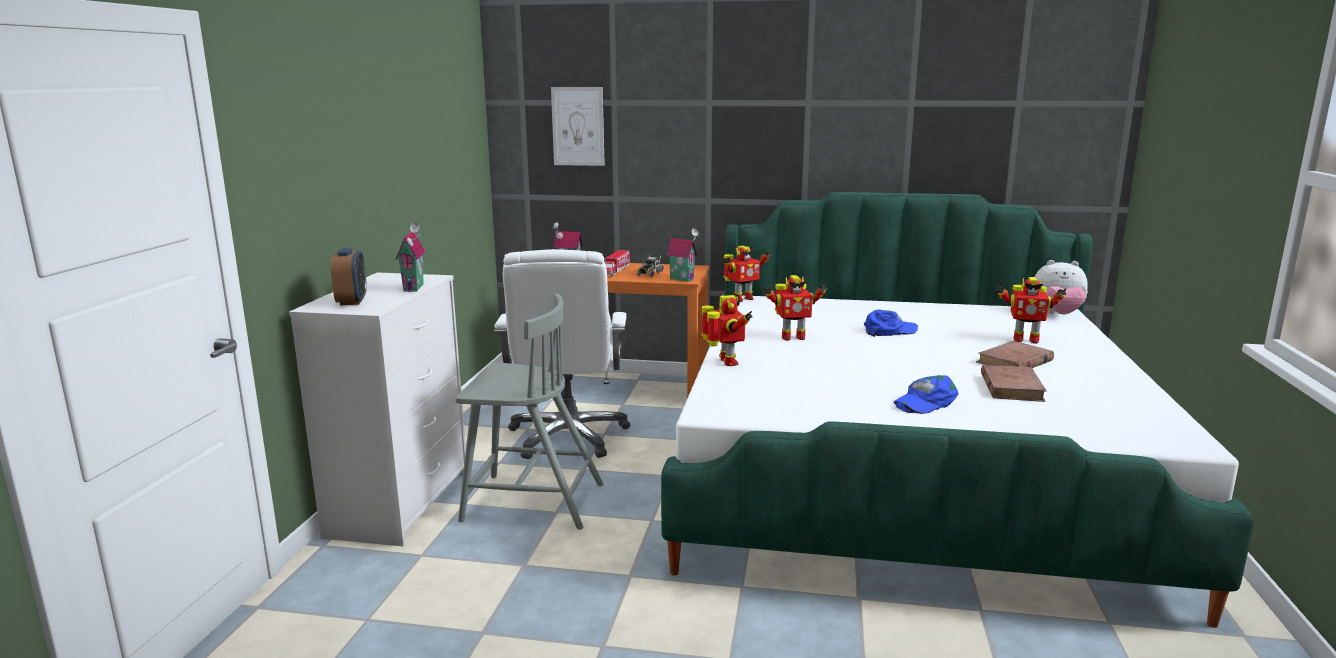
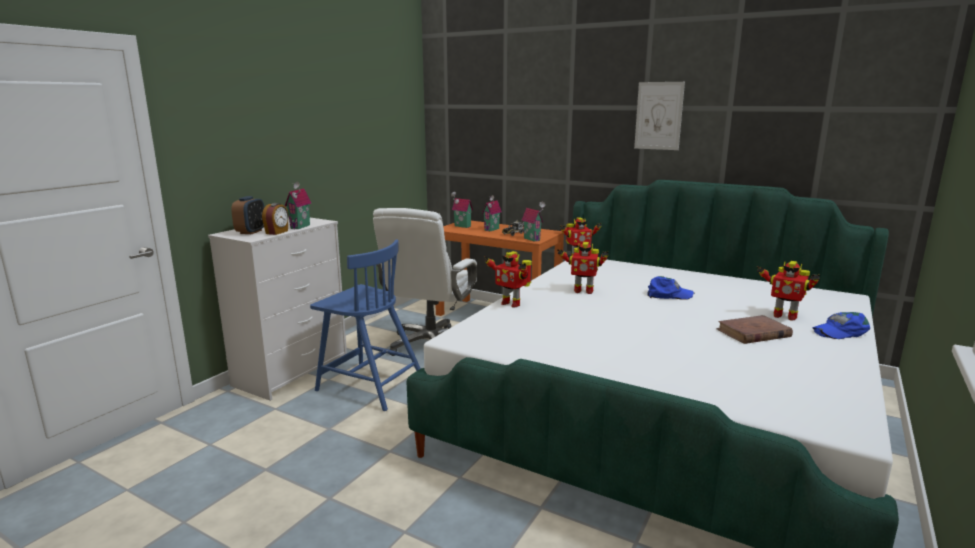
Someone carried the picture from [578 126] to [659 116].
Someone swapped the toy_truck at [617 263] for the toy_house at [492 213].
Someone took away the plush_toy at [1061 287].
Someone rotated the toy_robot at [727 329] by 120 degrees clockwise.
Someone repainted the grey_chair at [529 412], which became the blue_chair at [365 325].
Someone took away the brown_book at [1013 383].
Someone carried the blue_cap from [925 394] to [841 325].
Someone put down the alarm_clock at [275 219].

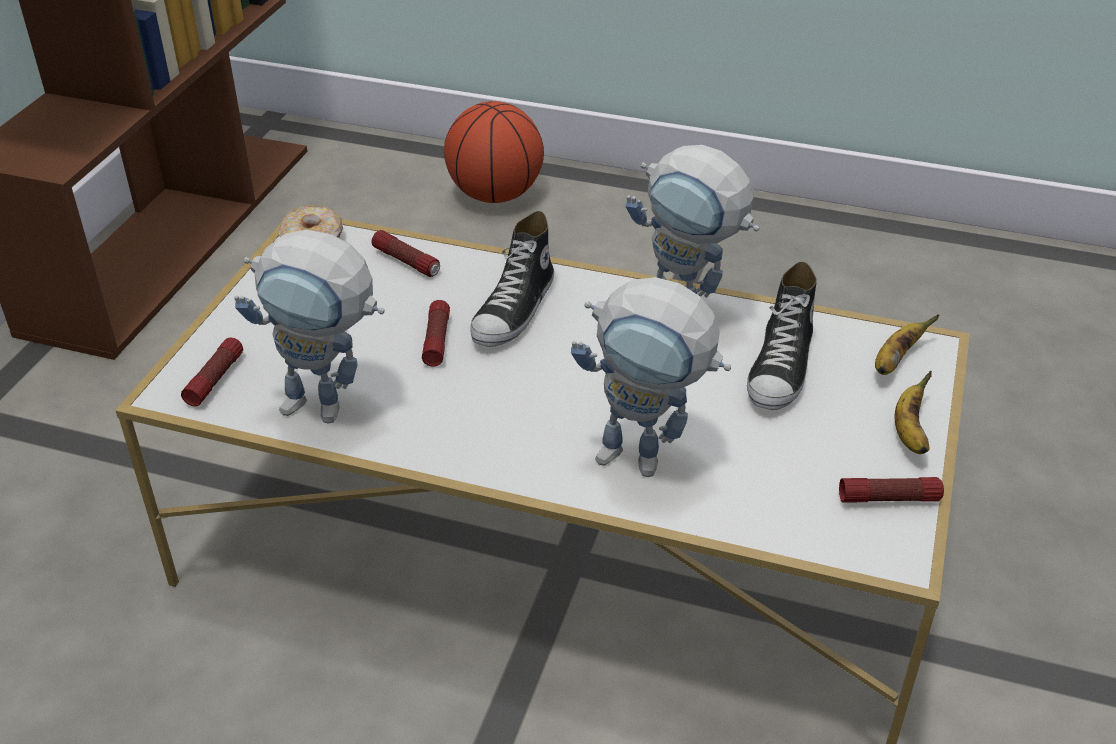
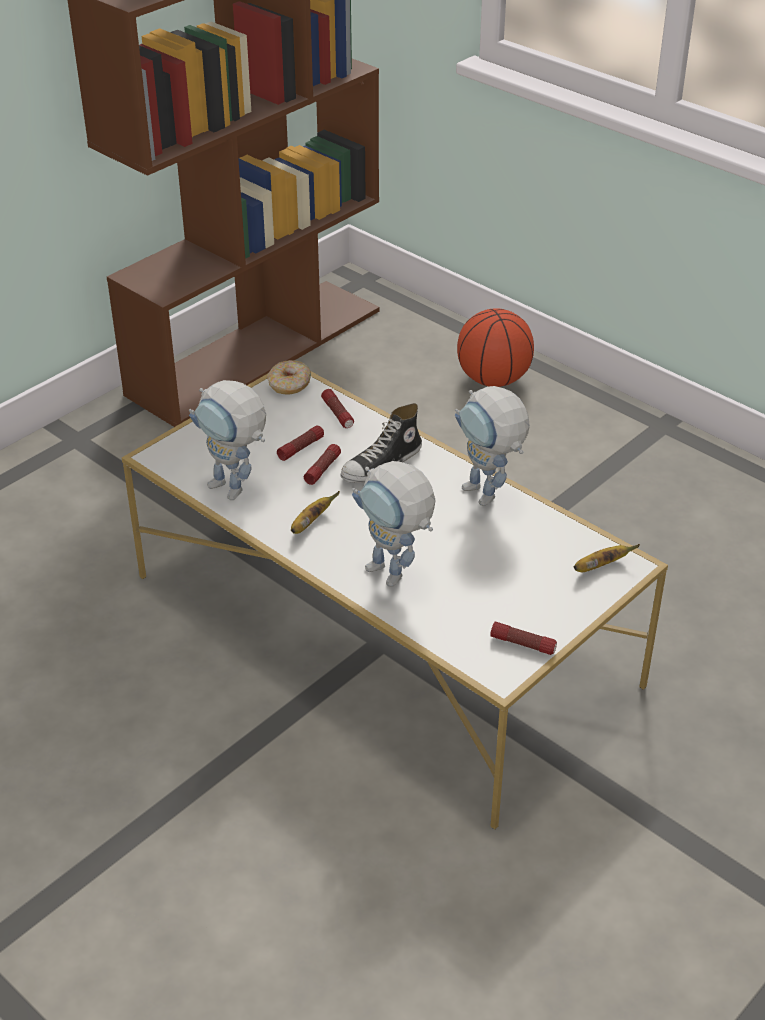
Someone took away the shoe at [782 336].
Someone carried the flashlight from [212 372] to [300 443].
Someone carried the banana from [913 412] to [315 512].

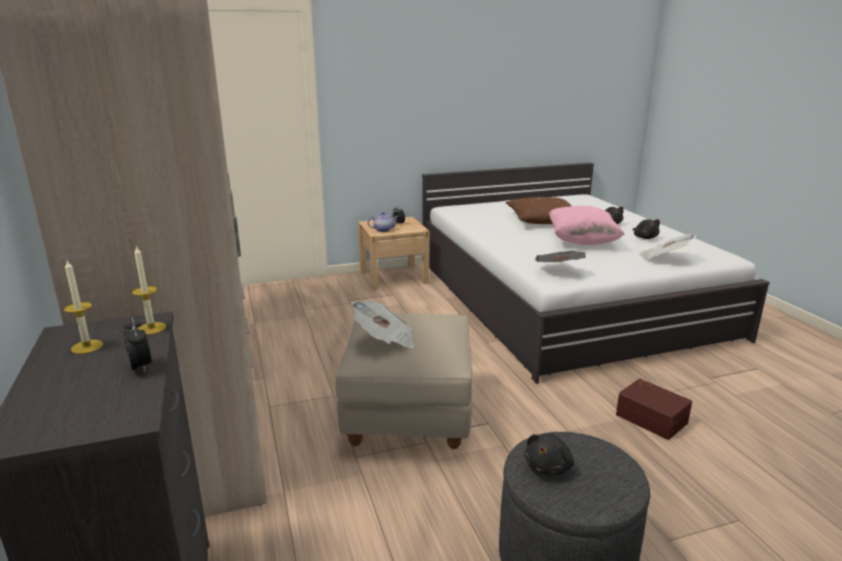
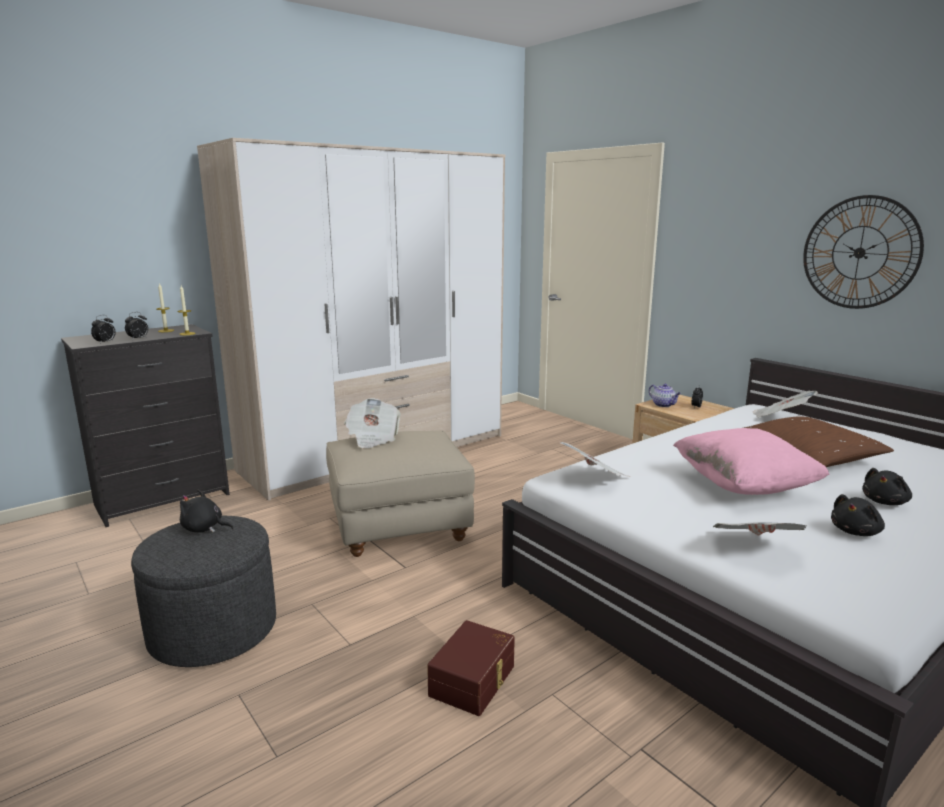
Someone put up the wall_clock at [863 252].
Someone put down the alarm_clock at [103 329].
Someone put down the newspaper at [785 404].

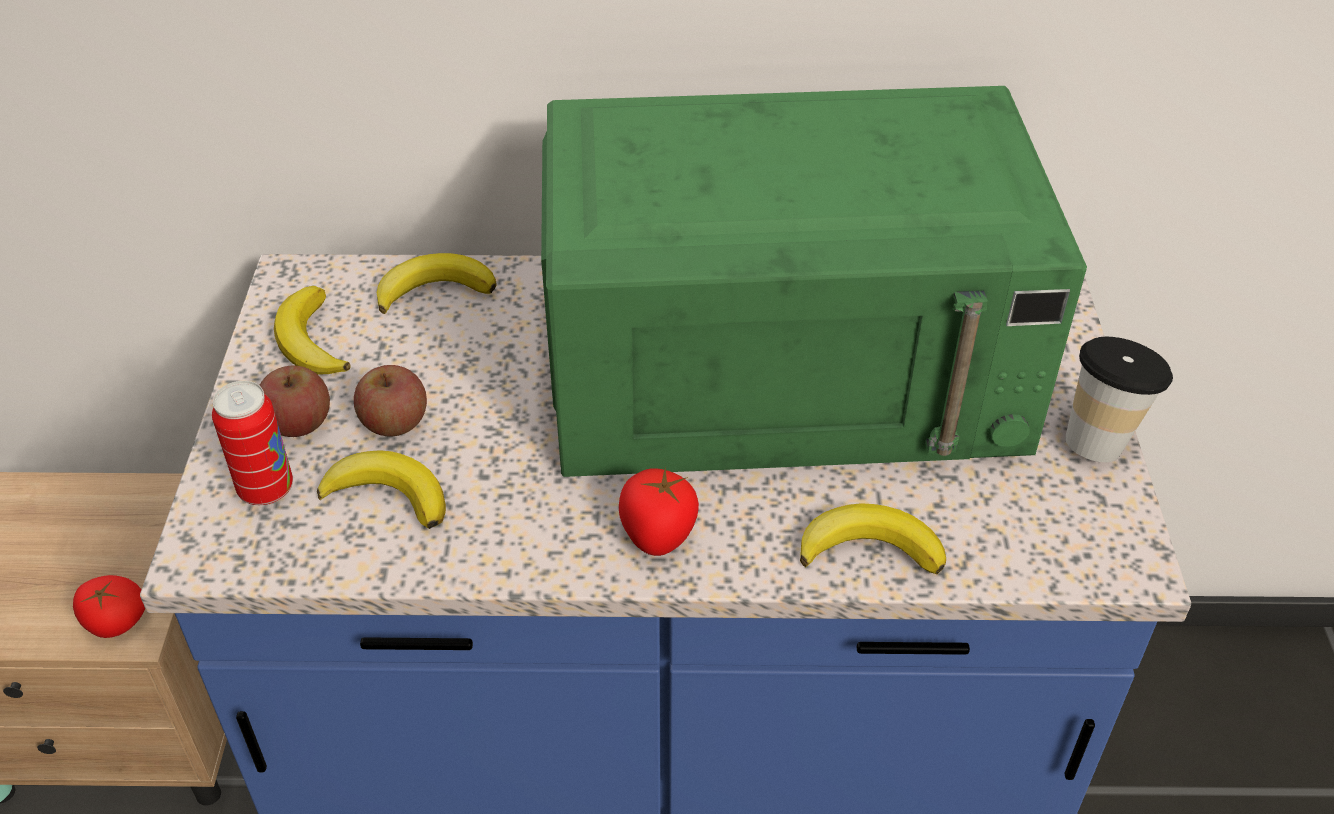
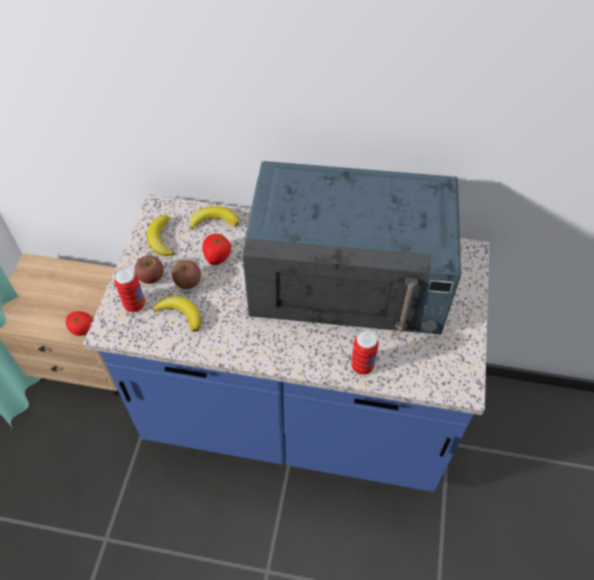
Someone repainted the green_microwave at [814 281], which became the blue_microwave at [351 248].
Someone took away the cup at [1119 399].
Someone carried the tomato from [659 511] to [216 249].
Someone swapped the banana at [873 538] for the can at [365 352].

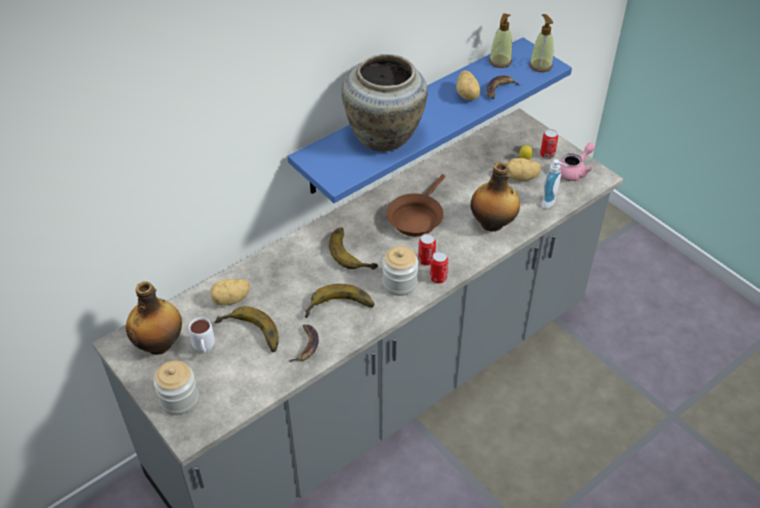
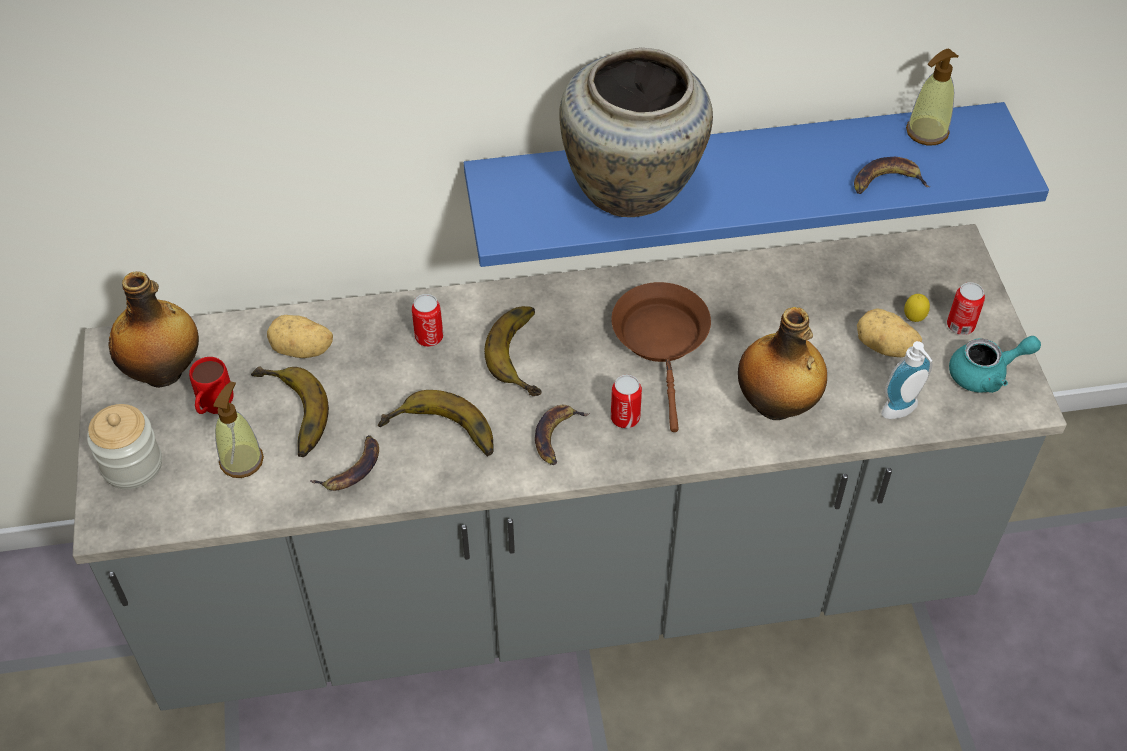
Someone carried the soap_dispenser from [541 43] to [238 429].
Someone took away the potato at [468 85].
Someone repainted the pink_teapot at [577 162], which became the turquoise_teapot at [995 364].
Someone rotated the brown_frying_pan at [416 205] by 120 degrees clockwise.
Someone swapped the jar at [400 271] for the banana at [562 435].
Someone carried the can from [439 267] to [427 320].
Someone repainted the white_mug at [201 335], which became the red_mug at [211 385].

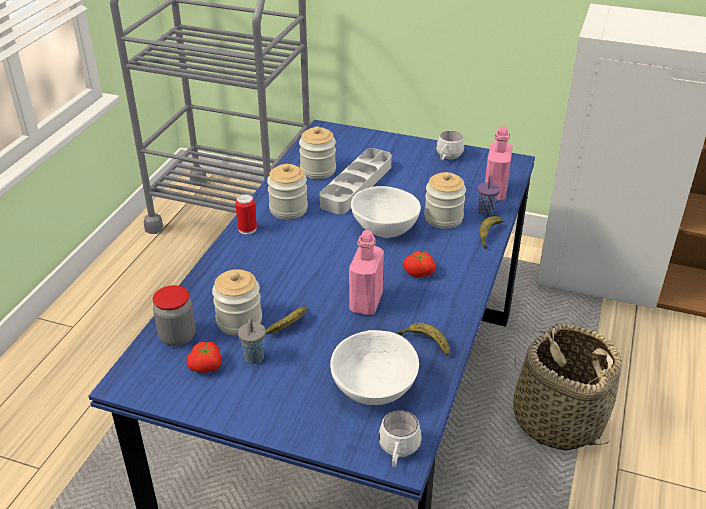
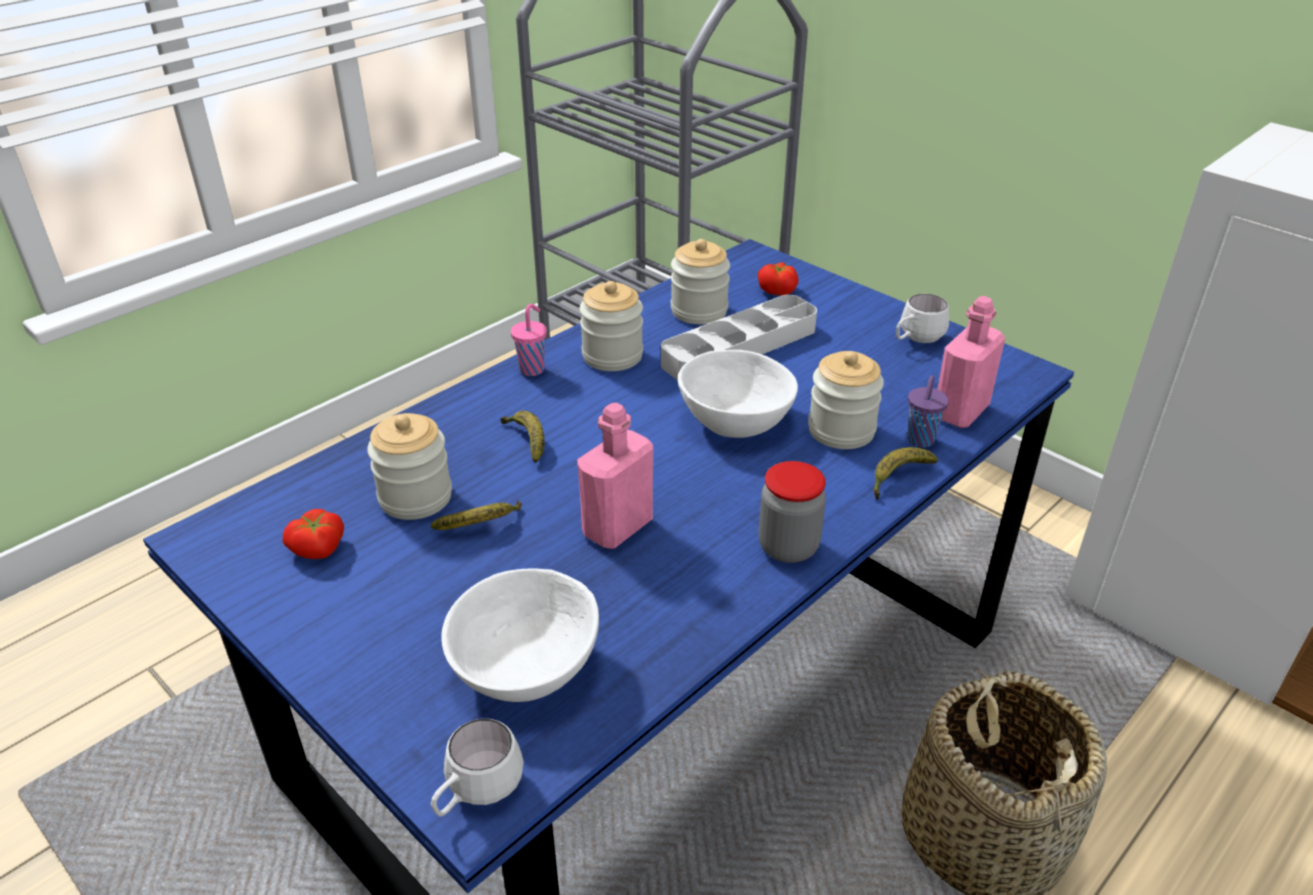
Someone swapped the can at [246 214] for the pink_cup at [529 340].
Someone carried the tomato from [419 263] to [778 279].
Someone carried the jar from [174 315] to [792 512].
Someone took away the grey_cup at [252 340].
Someone carried the banana from [424 339] to [522 436].

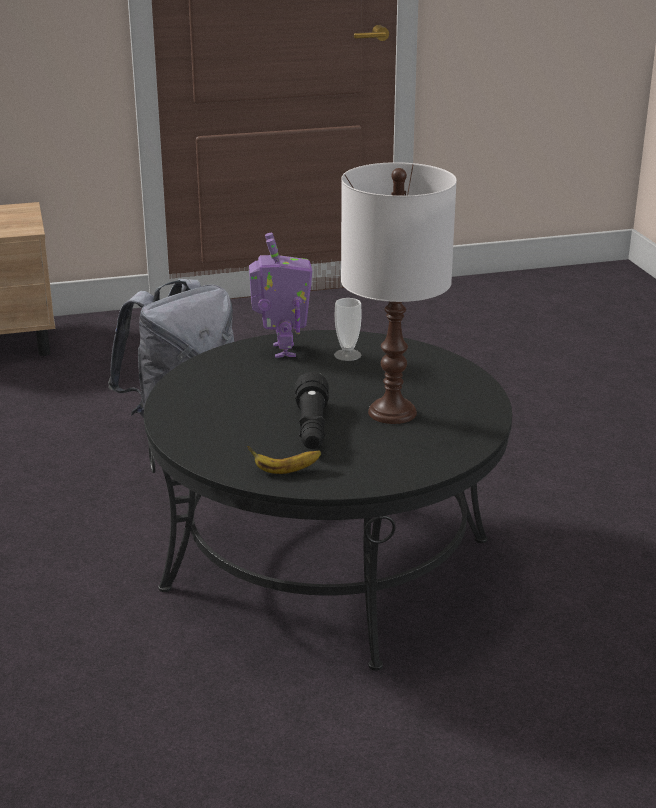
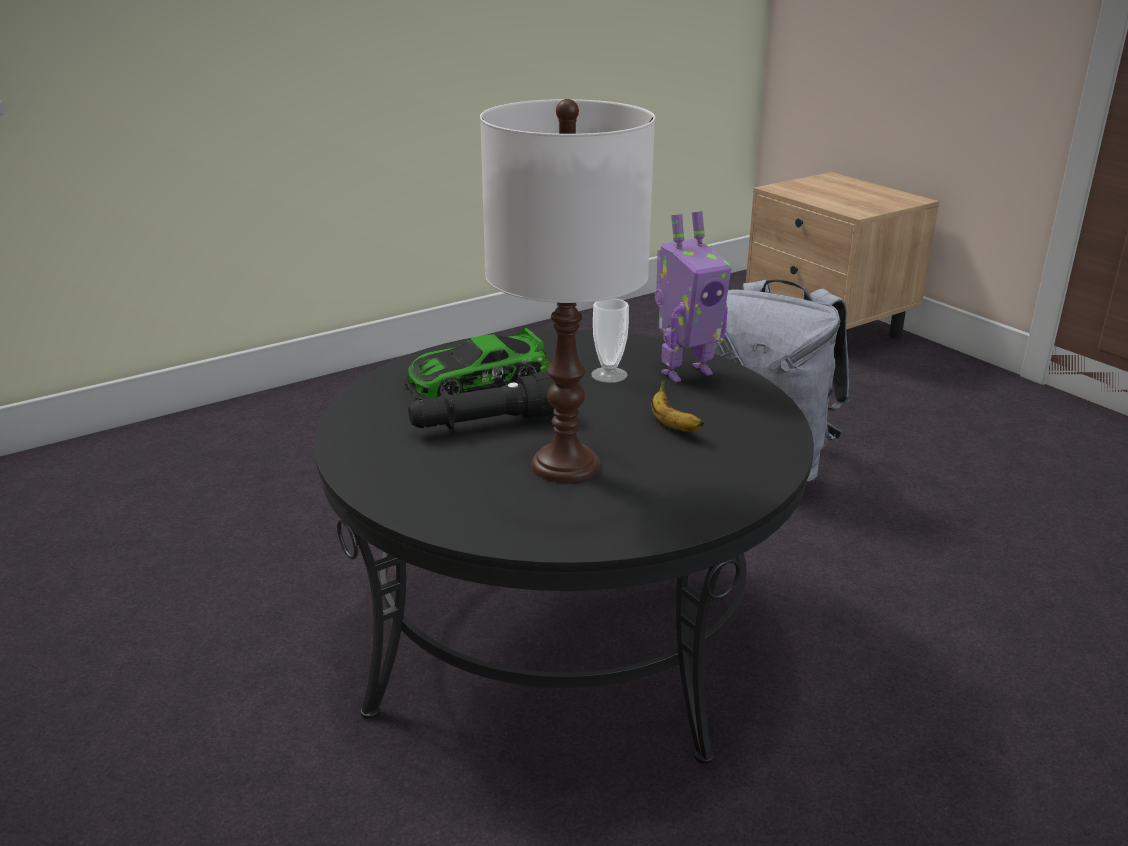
Someone carried the cup from [348 329] to [610 340].
Someone carried the banana from [284 460] to [677 405].
Someone put down the toy_car at [476 363].

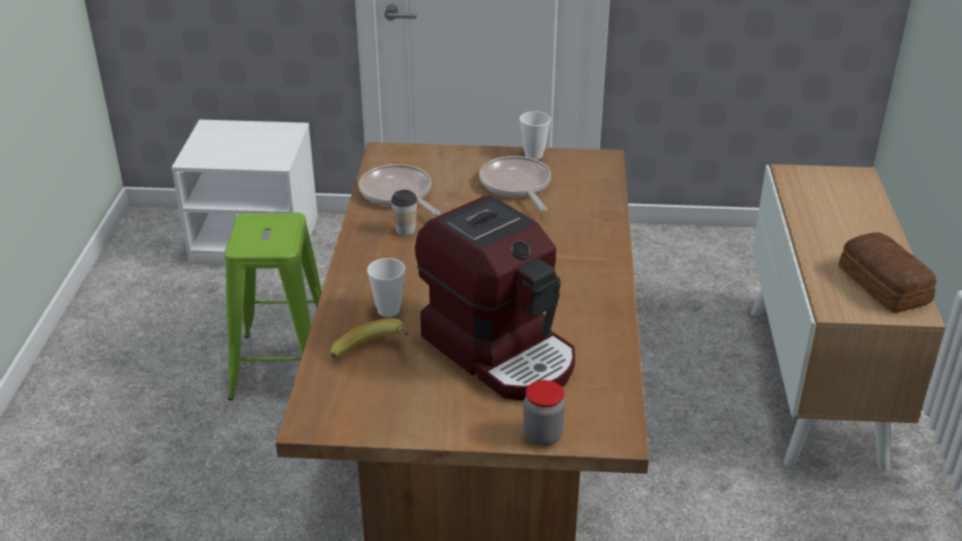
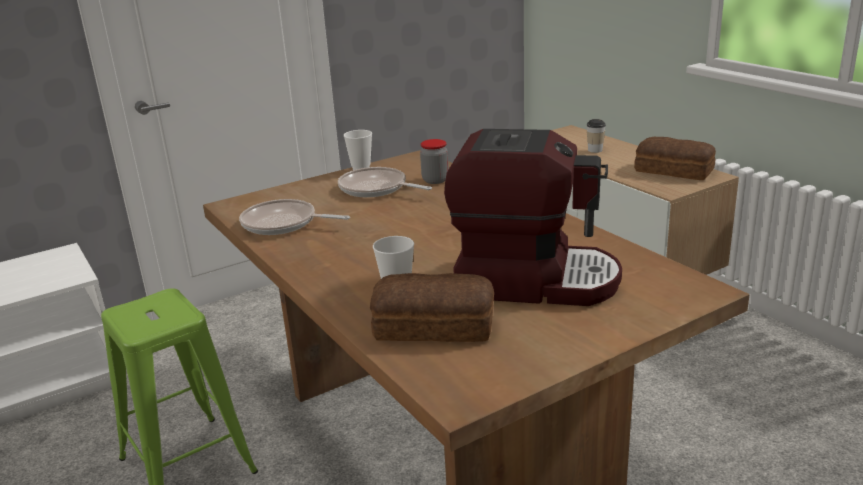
Someone carried the cup from [404 213] to [596 136].
Someone swapped the banana at [369 338] for the bread at [432 307].
Someone carried the jar from [544 413] to [434 161].

